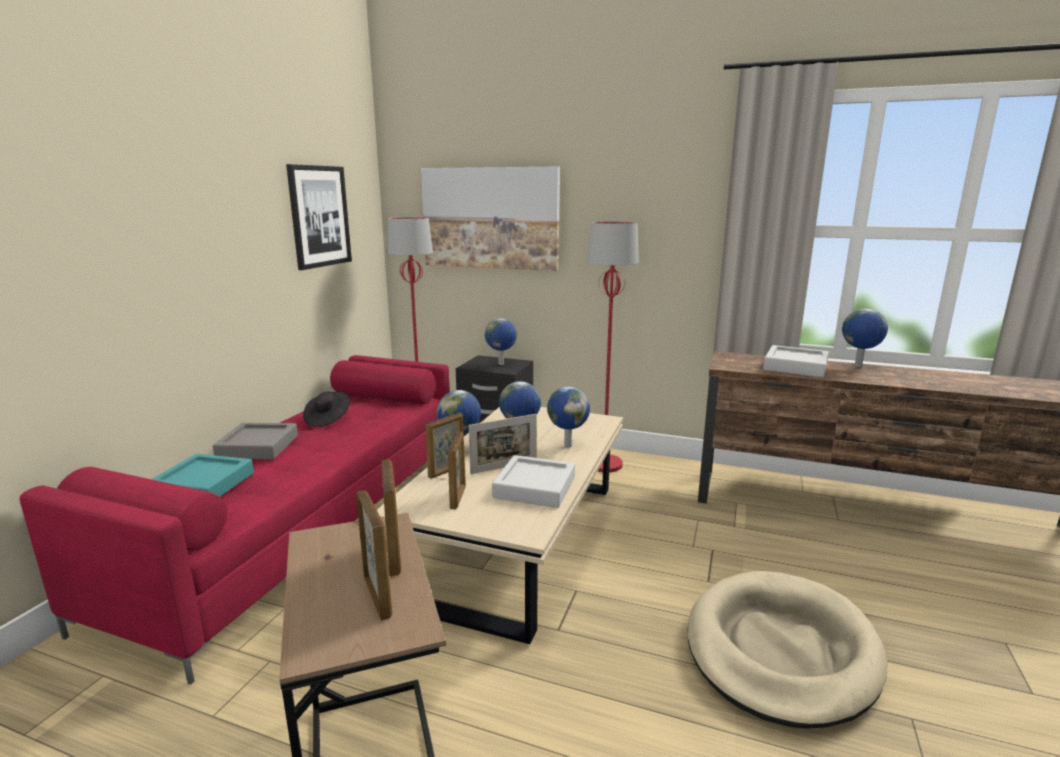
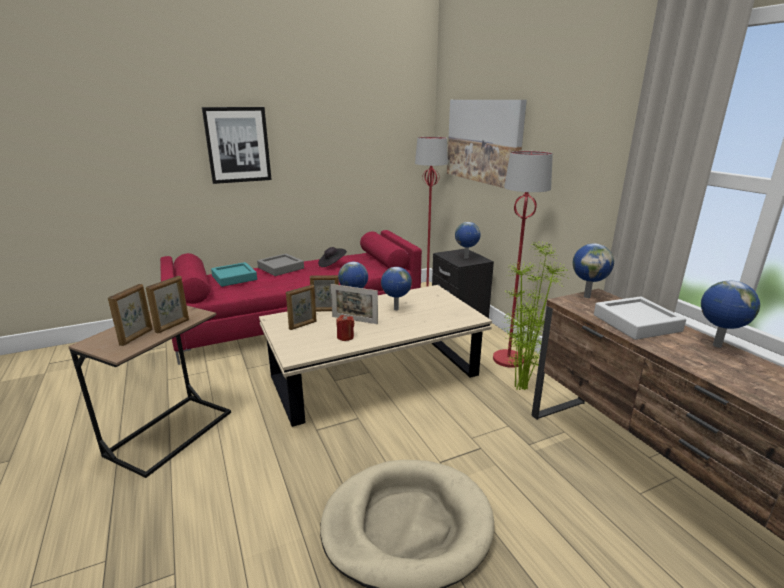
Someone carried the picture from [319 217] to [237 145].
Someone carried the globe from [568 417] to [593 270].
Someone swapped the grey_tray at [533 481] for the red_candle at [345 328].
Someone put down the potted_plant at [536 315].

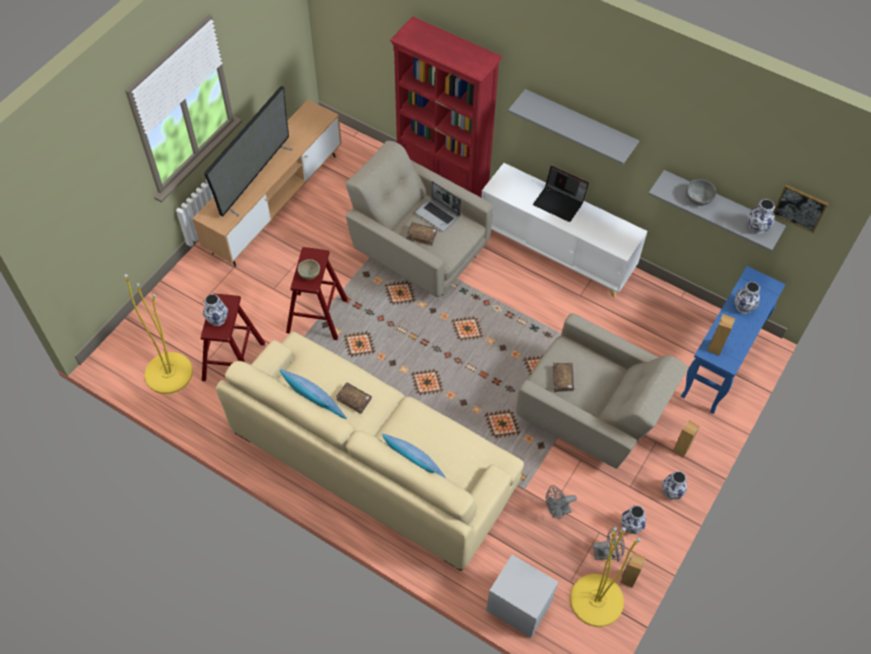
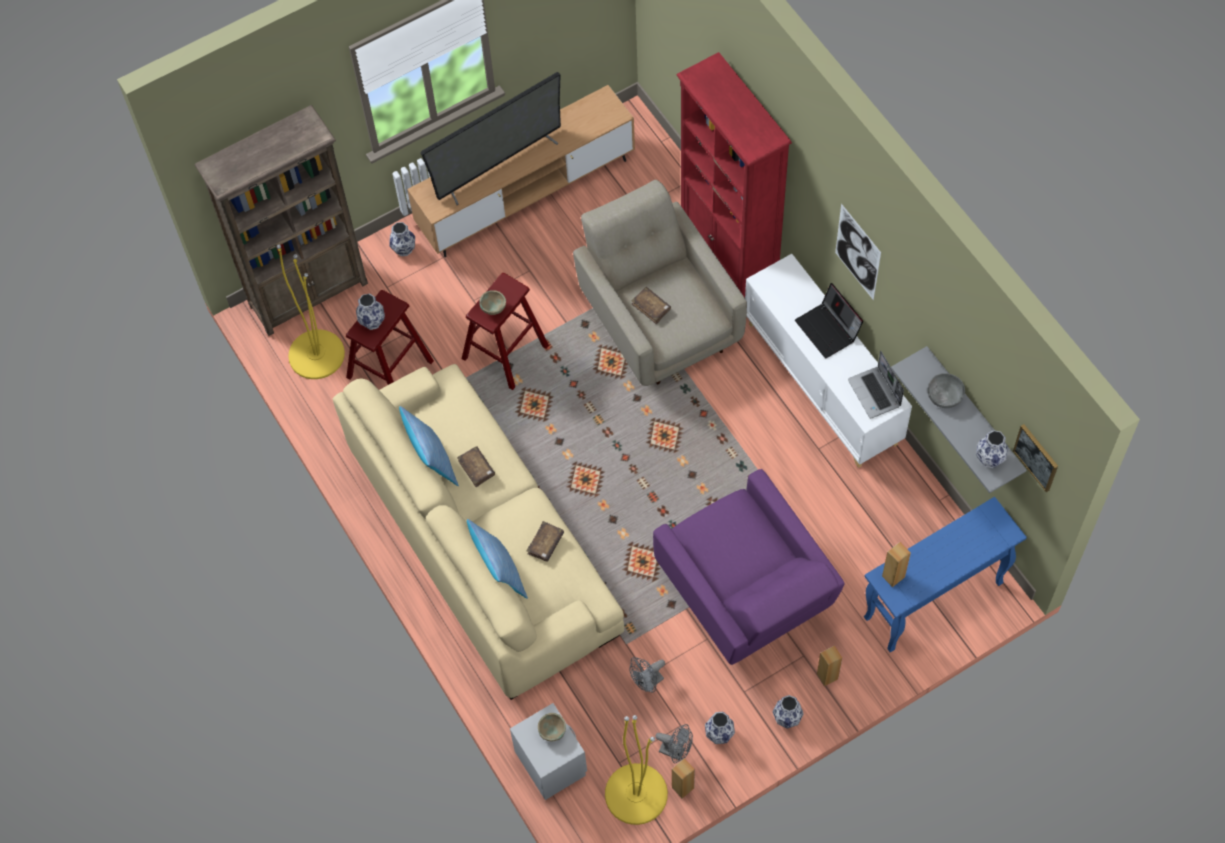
Someone swapped the grey_shelf at [573 127] for the picture at [858 252].
Someone carried the laptop from [438 206] to [876 384].
Someone carried the vase from [747 298] to [402 239].
Someone repainted the beige_armchair at [602 391], which became the purple_armchair at [749 567].
Someone carried the brown_book from [563 377] to [545 541].
Someone rotated the grey_fan at [561 502] by 45 degrees counterclockwise.
Someone put down the brown_bookcase at [281 220].
Someone put down the beige_bowl at [552 727].

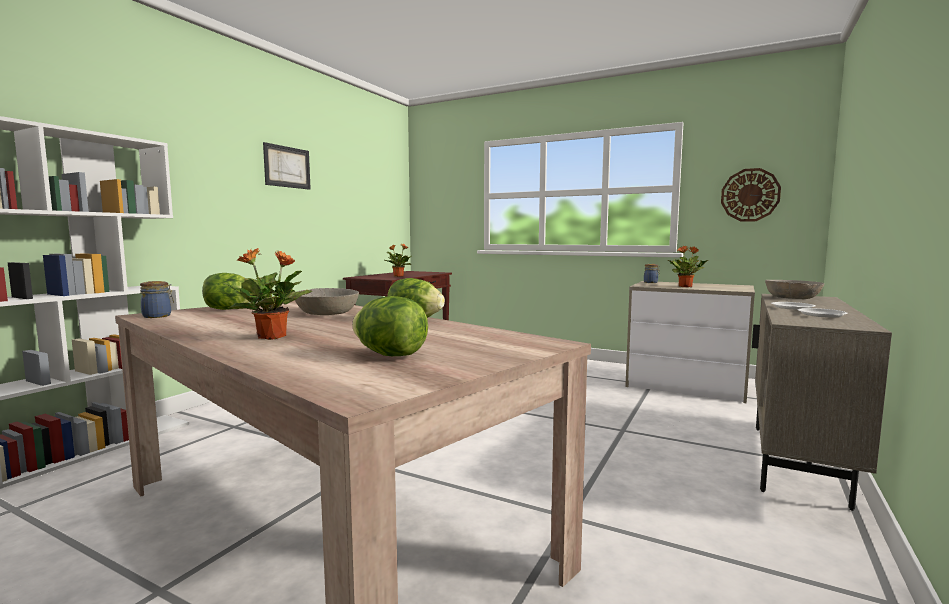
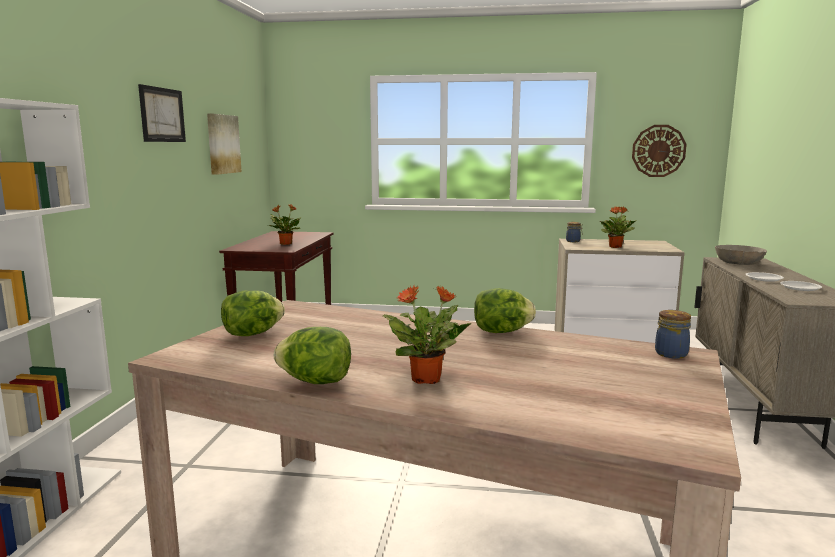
Someone carried the jar from [157 299] to [673 334].
Someone took away the grey_bowl at [327 301].
Someone carried the lettuce from [390 326] to [312 355].
Someone put up the picture at [224 144].

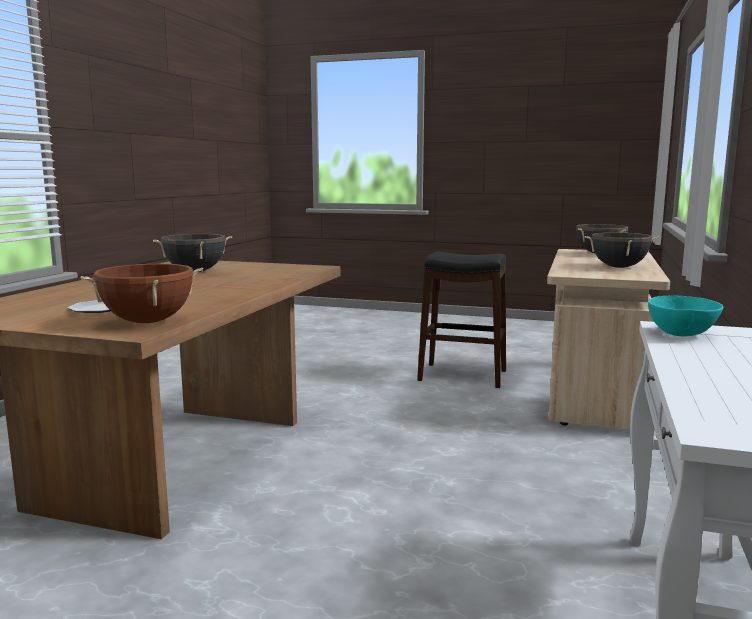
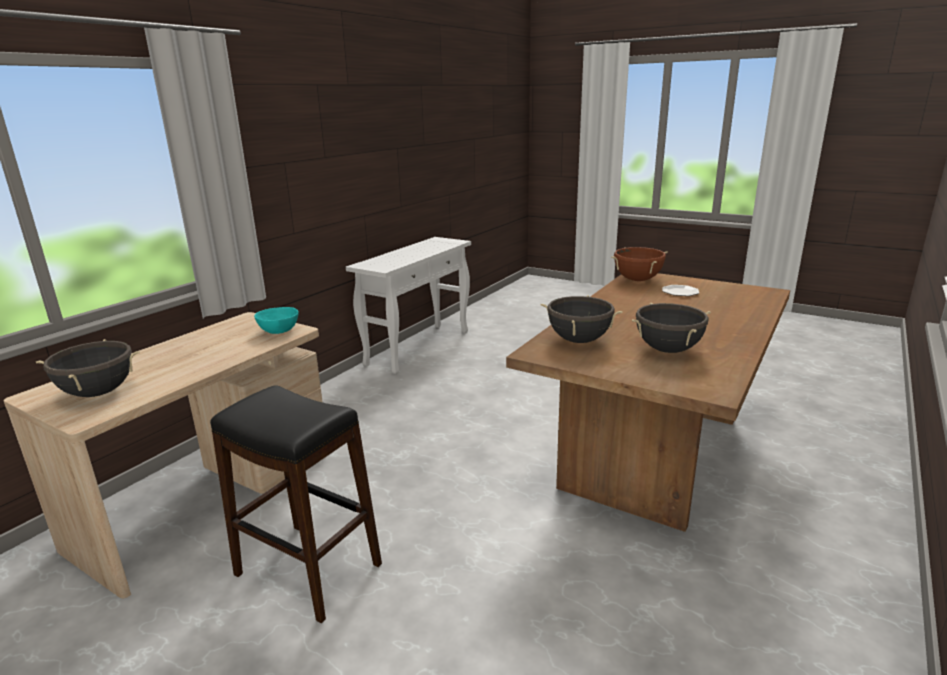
Someone carried the black_cooking_pot from [622 250] to [582 319].
Someone carried the turquoise_bowl from [685 315] to [276 320].

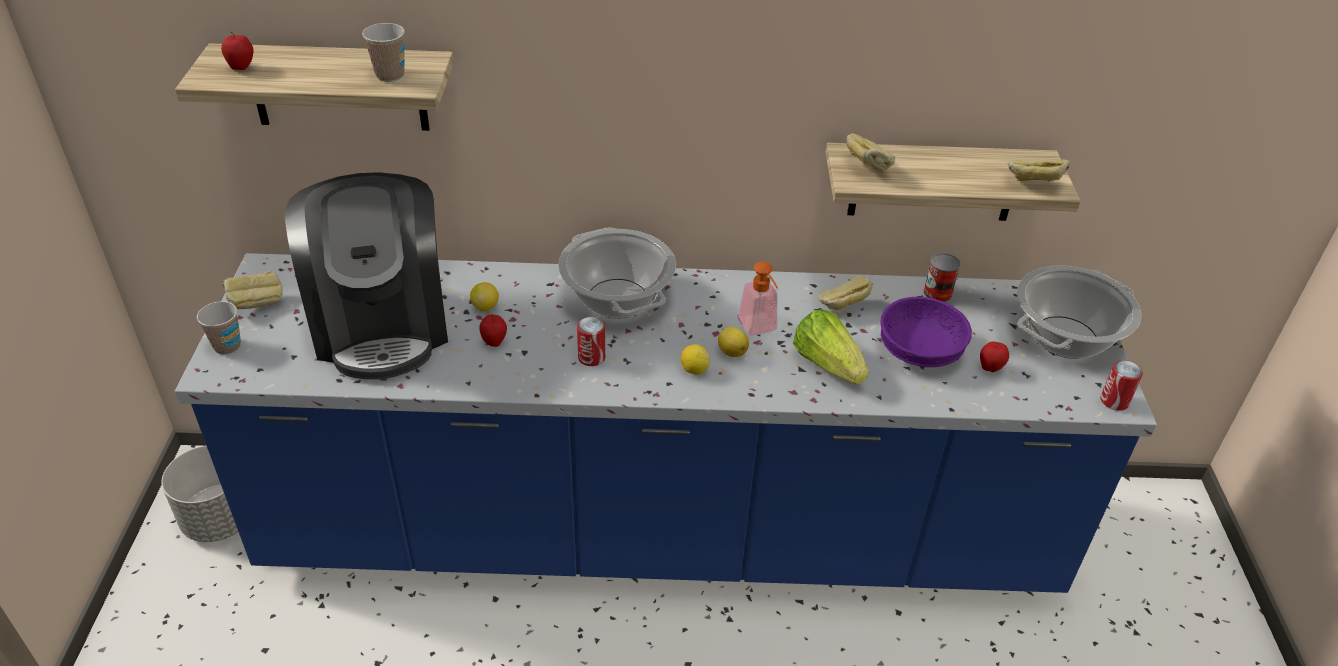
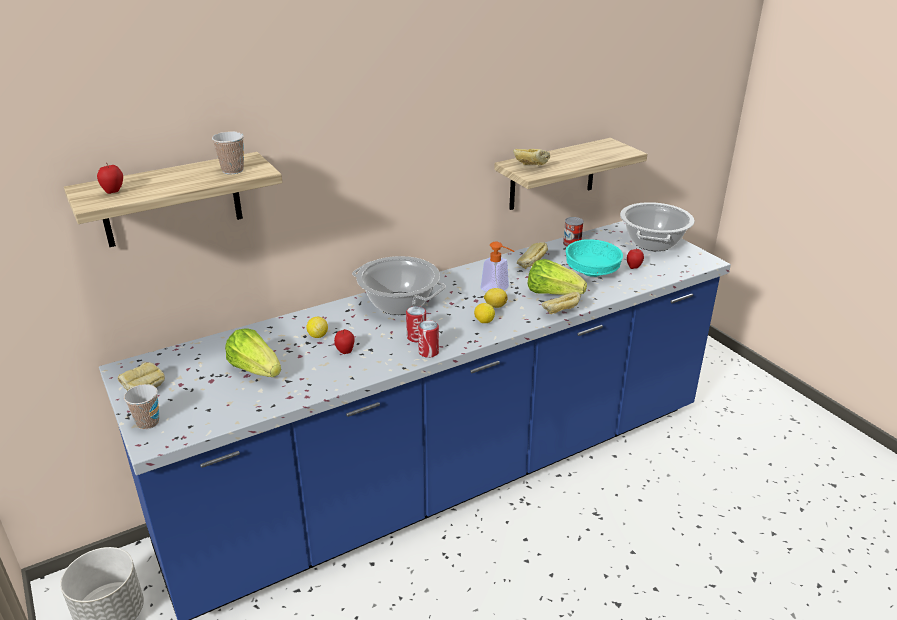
Someone carried the bread from [1039 170] to [561 303].
Someone swapped the coffee_machine at [366 275] for the lettuce at [253 353].
Someone repainted the purple_bowl at [926 332], which became the turquoise_bowl at [594 258].
Someone carried the can from [1121 385] to [428 339].

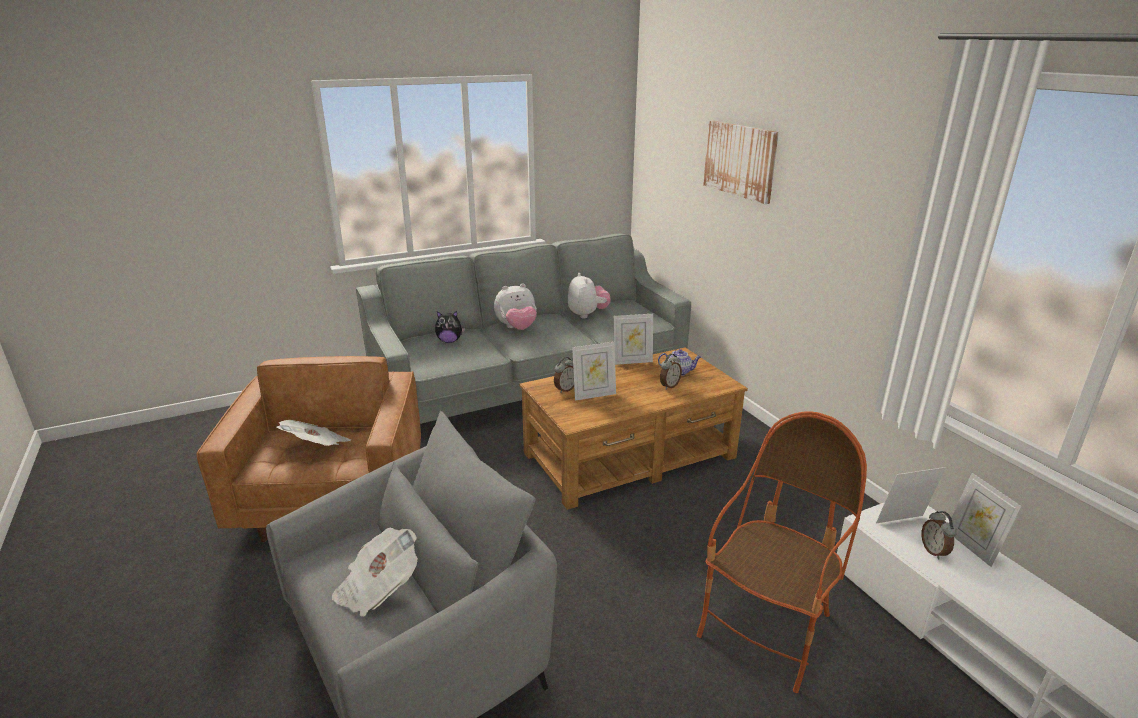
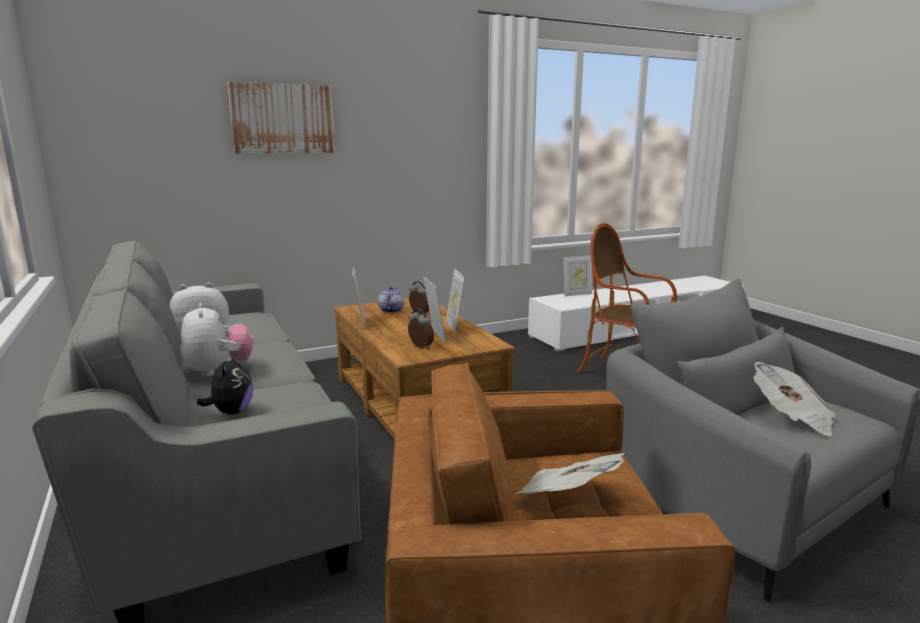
Someone carried the picture_frame from [911 495] to [455 301].
Someone took away the alarm_clock at [939 535].

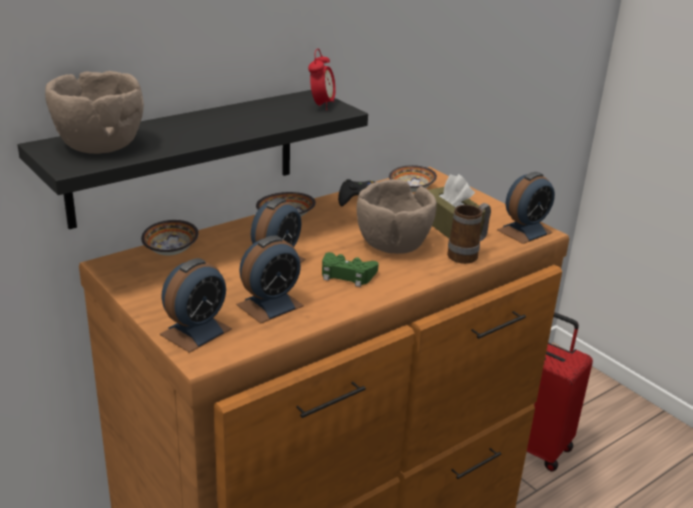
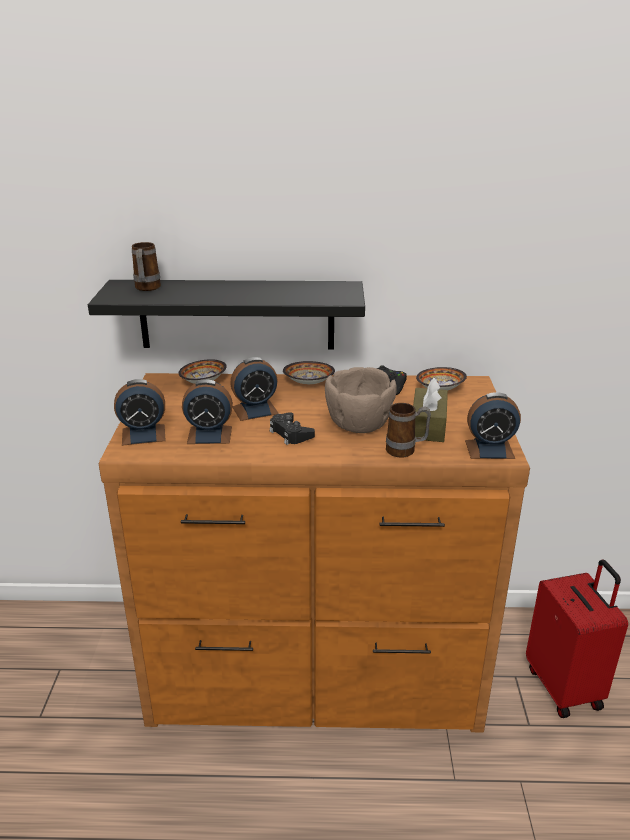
Someone took away the alarm_clock at [322 79].
Someone swapped the brown_bowl at [94 112] for the mug at [146 266].
Someone repainted the green_game_controller at [350 269], which became the black_game_controller at [292 428].

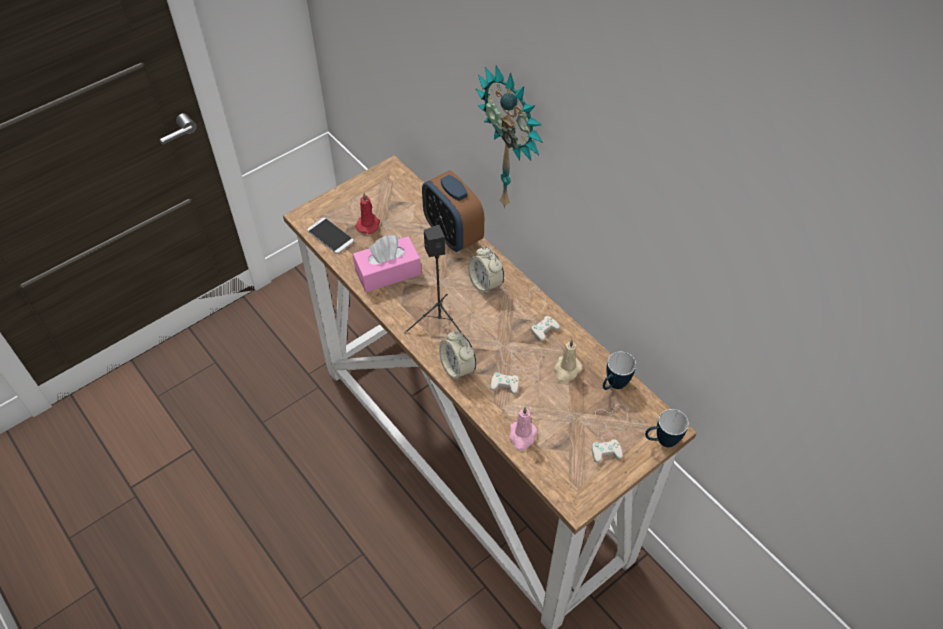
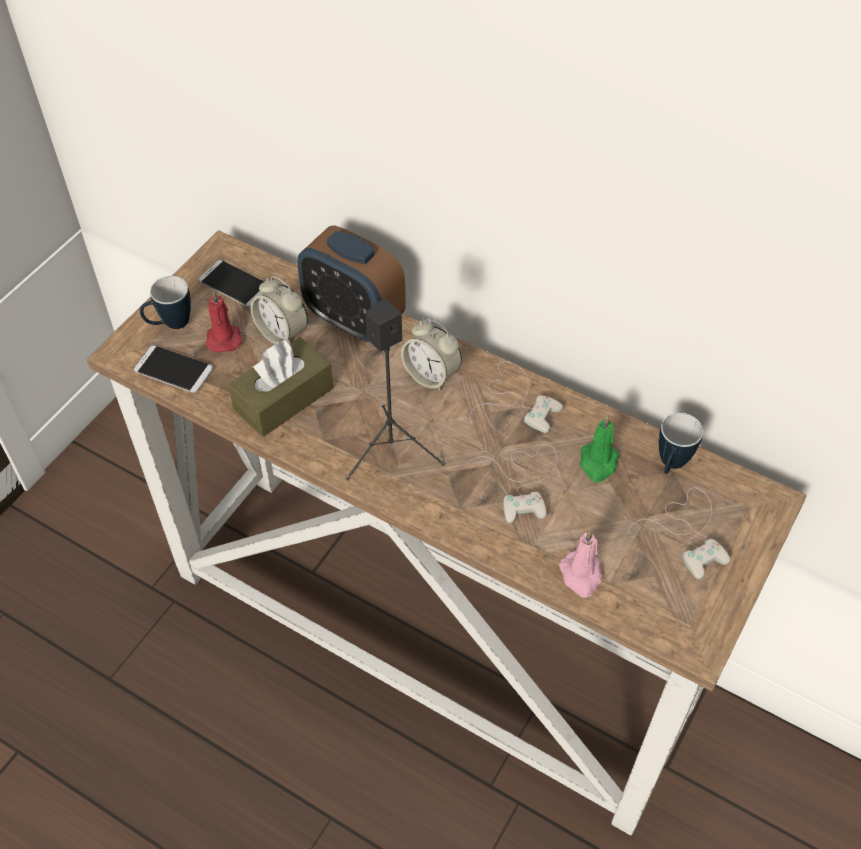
Someone took away the wall_clock at [509 137].
Someone repainted the pink_tissue_box at [387 263], which became the brown_tissue_box at [280 387].
Someone carried the alarm_clock from [457 356] to [279 310].
Someone repainted the beige_candle at [568 361], which became the green_candle at [599 448].
Someone carried the mug from [667 428] to [165 302].
Someone put down the phone at [231 283].

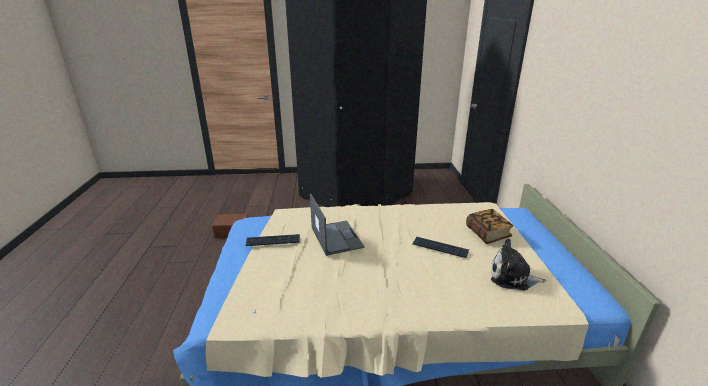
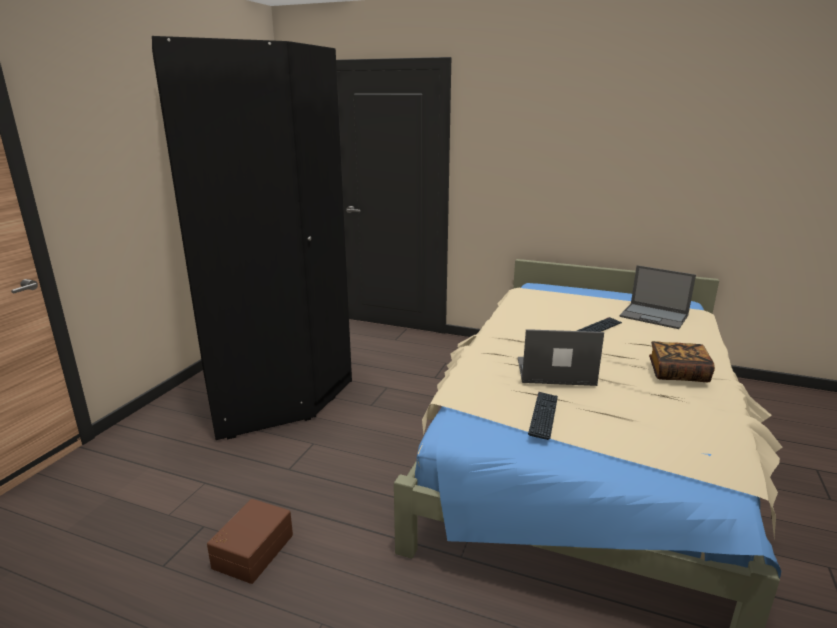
Someone carried the book from [489 226] to [682 361].
Someone swapped the plush_toy at [518 264] for the laptop at [657 297].

